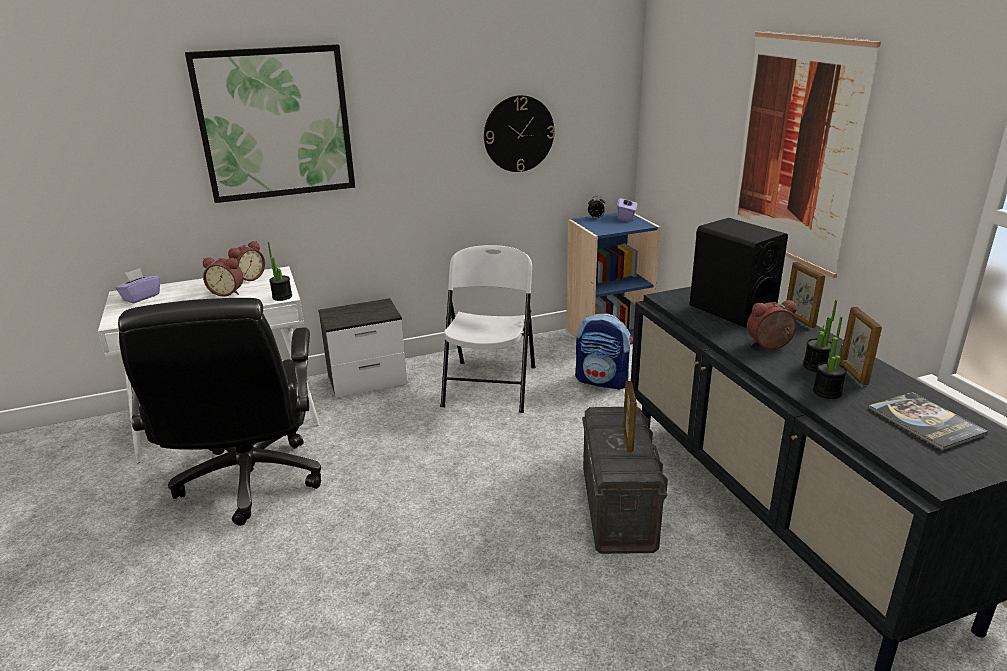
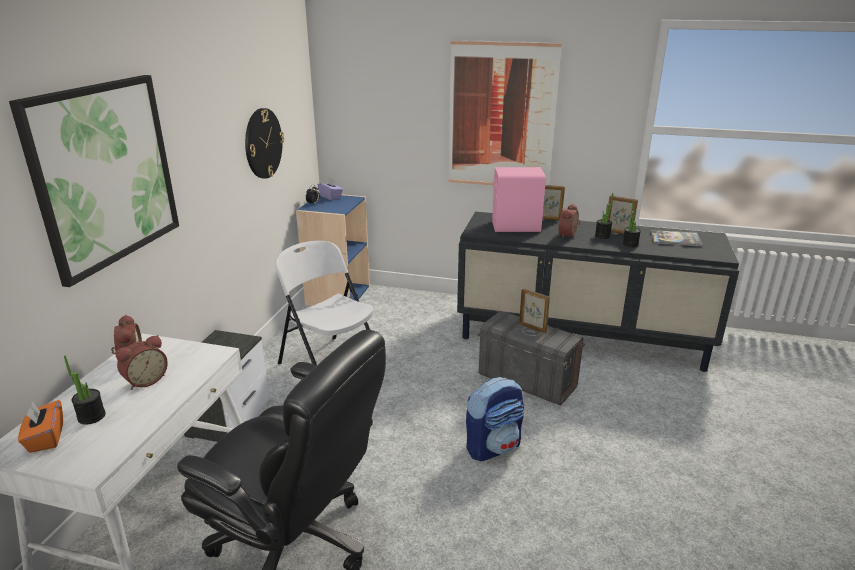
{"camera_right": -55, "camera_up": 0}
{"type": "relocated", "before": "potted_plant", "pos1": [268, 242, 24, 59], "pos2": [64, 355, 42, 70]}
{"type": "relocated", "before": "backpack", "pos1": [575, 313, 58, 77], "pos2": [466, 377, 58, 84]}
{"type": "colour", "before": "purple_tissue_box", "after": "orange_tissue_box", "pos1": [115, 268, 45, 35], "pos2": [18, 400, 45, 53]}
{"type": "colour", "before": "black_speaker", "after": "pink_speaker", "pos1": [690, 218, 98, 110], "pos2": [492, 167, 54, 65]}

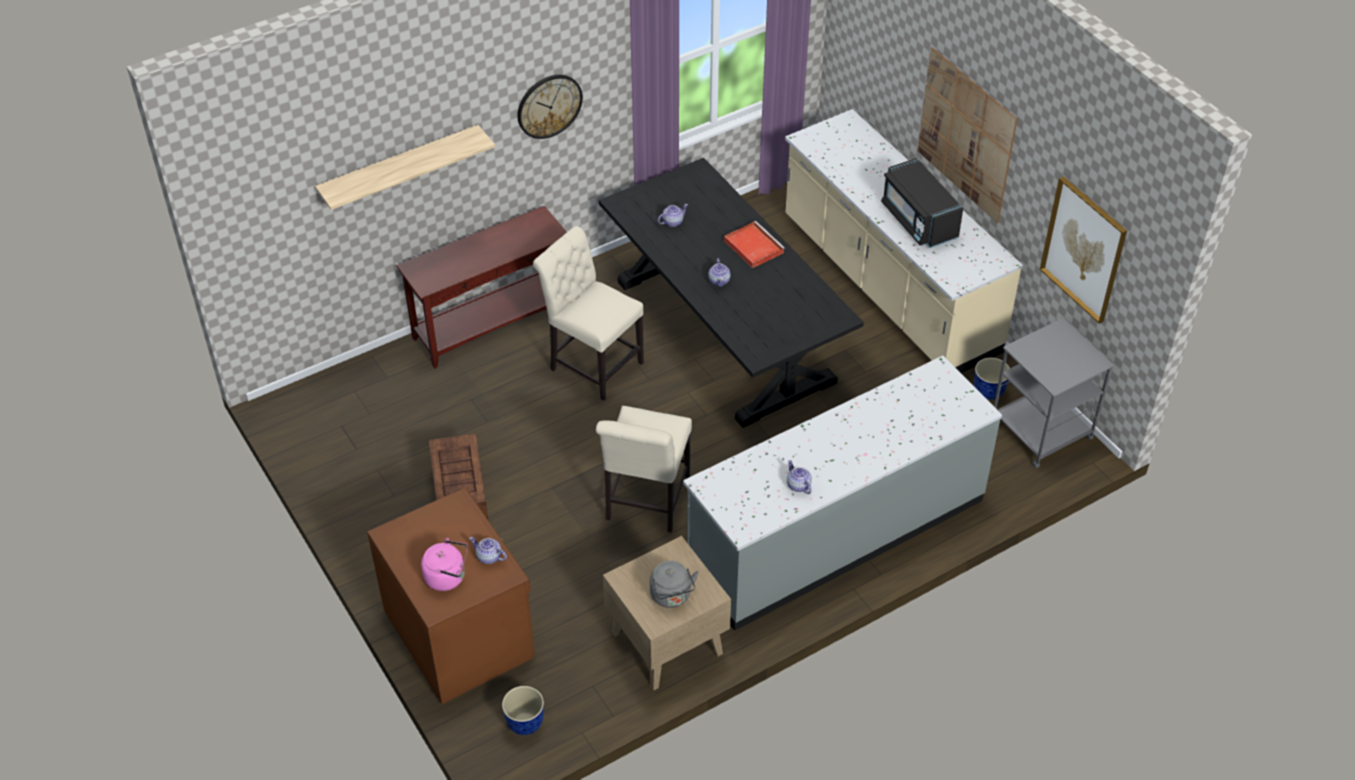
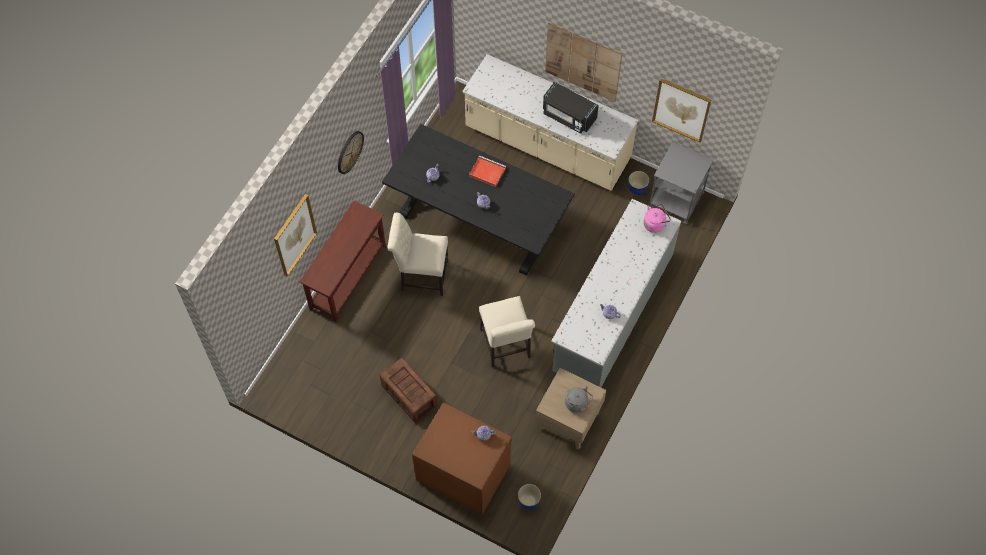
{"camera_right": -30, "camera_up": 15}
{"type": "relocated", "before": "pink_kettle", "pos1": [421, 538, 47, 53], "pos2": [643, 204, 28, 29]}
{"type": "exchanged", "before": "shelf", "after": "picture", "pos1": [315, 125, 180, 85], "pos2": [274, 194, 43, 83]}

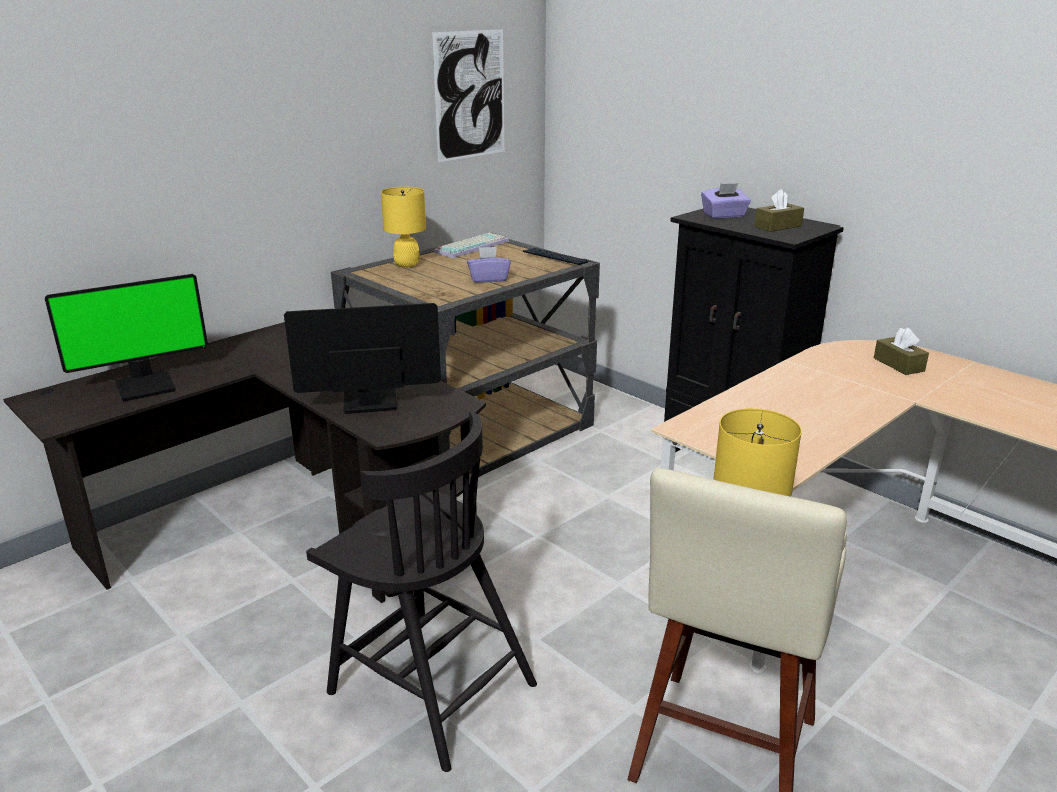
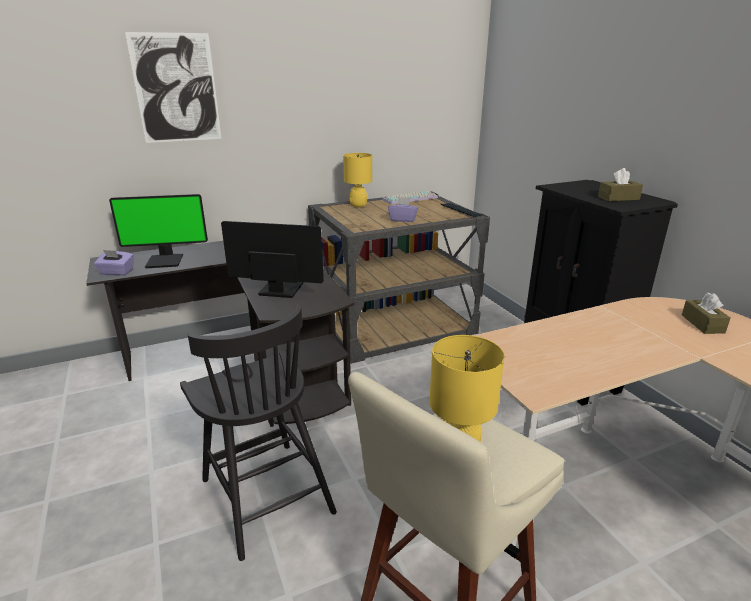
{"camera_right": 20, "camera_up": 0}
{"type": "relocated", "before": "picture", "pos1": [432, 29, 72, 133], "pos2": [125, 32, 96, 111]}
{"type": "relocated", "before": "purple_tissue_box", "pos1": [701, 183, 50, 36], "pos2": [94, 250, 40, 26]}

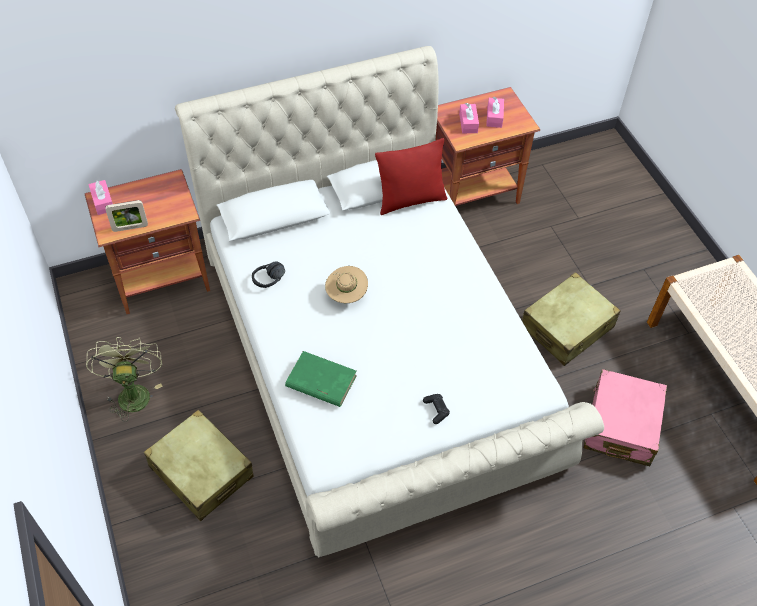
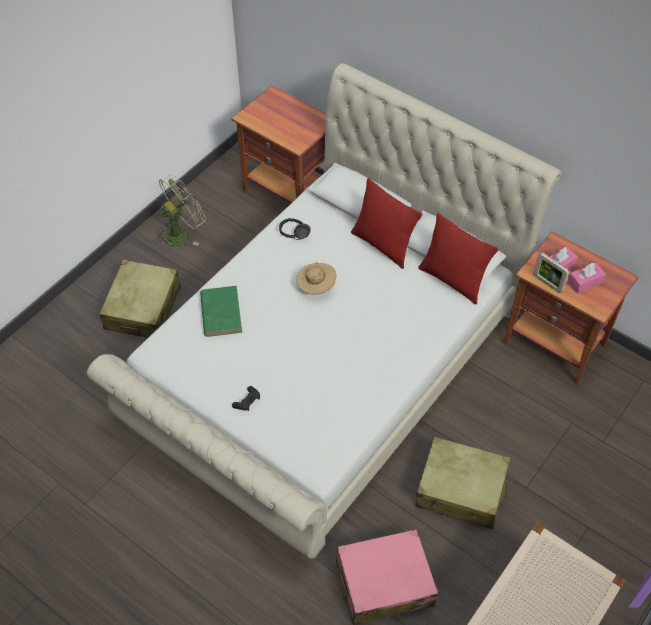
{"camera_right": 60, "camera_up": 0}
{"type": "missing", "before": "pink_tissue_box", "pos1": [88, 180, 25, 35]}
{"type": "appeared", "after": "red_pillow", "pos2": [351, 178, 71, 91]}
{"type": "relocated", "before": "picture_frame", "pos1": [105, 200, 43, 32], "pos2": [533, 253, 36, 40]}

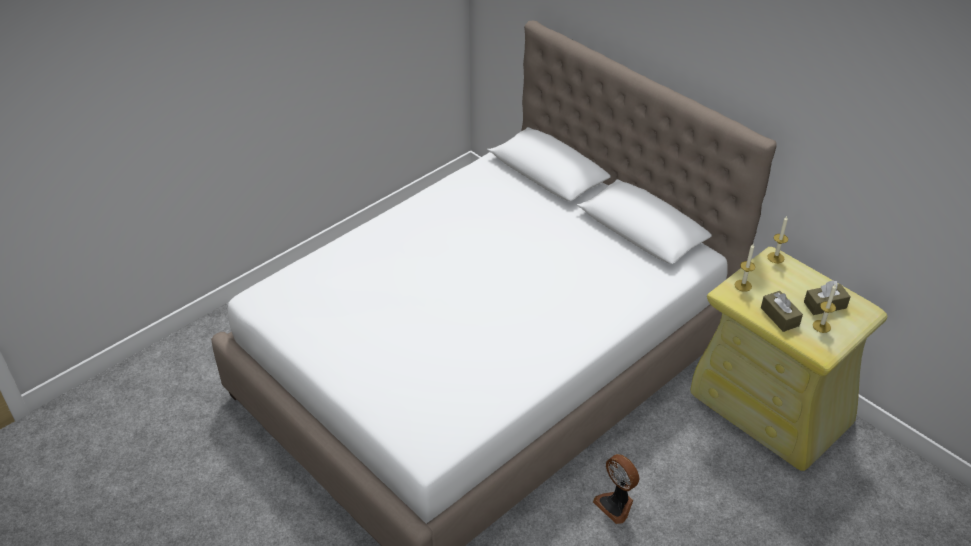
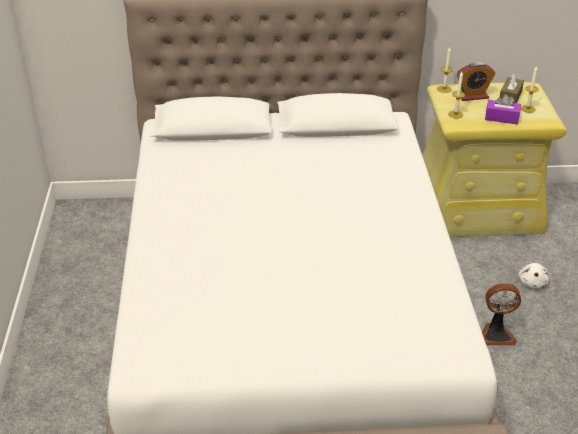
{"camera_right": -50, "camera_up": -5}
{"type": "appeared", "after": "alarm_clock", "pos2": [457, 62, 38, 39]}
{"type": "appeared", "after": "white_plush_toy", "pos2": [518, 263, 32, 25]}
{"type": "colour", "before": "brown_tissue_box", "after": "purple_tissue_box", "pos1": [761, 291, 42, 41], "pos2": [485, 94, 36, 30]}

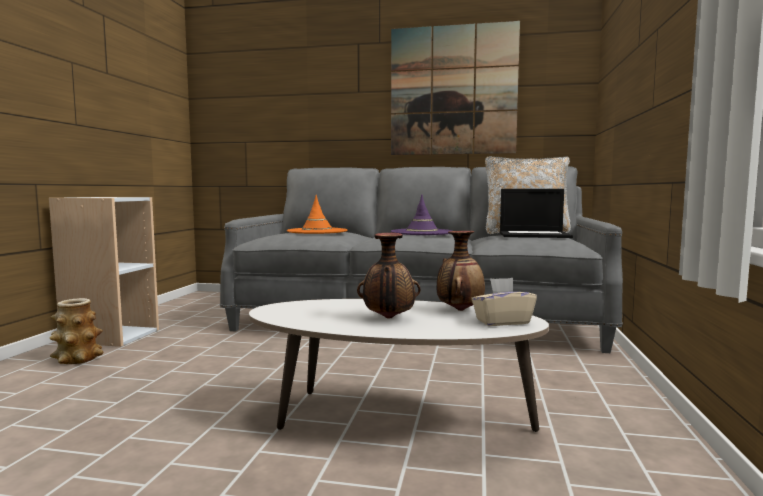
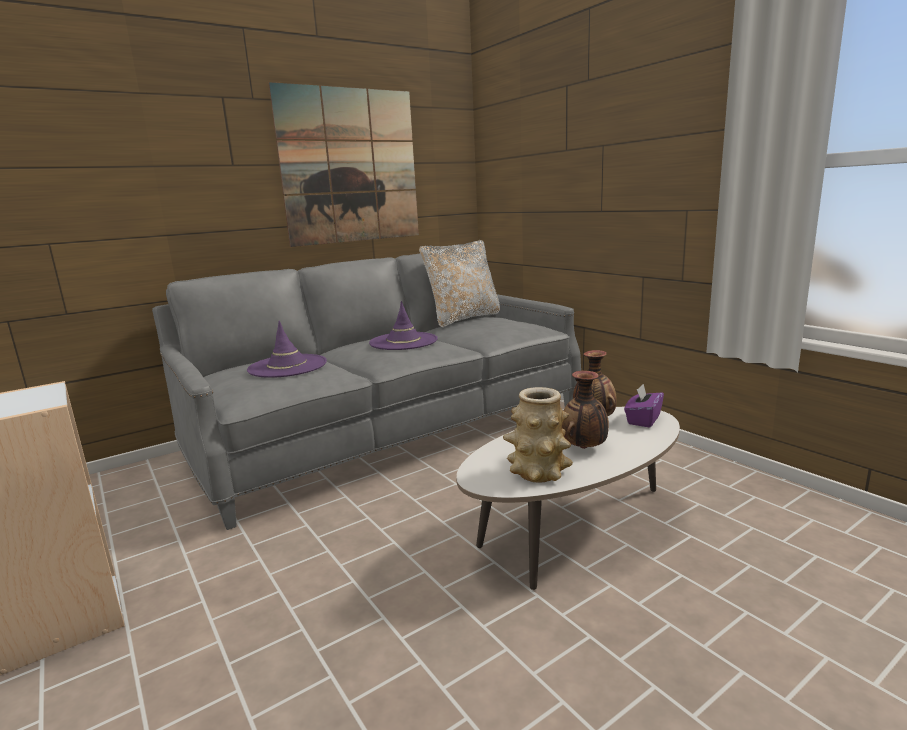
{"camera_right": -45, "camera_up": 10}
{"type": "missing", "before": "laptop", "pos1": [500, 189, 73, 49]}
{"type": "relocated", "before": "vase", "pos1": [49, 298, 54, 66], "pos2": [503, 387, 70, 95]}
{"type": "colour", "before": "orange_hat", "after": "purple_hat", "pos1": [287, 195, 61, 39], "pos2": [247, 321, 80, 57]}
{"type": "colour", "before": "beige_tissue_box", "after": "purple_tissue_box", "pos1": [471, 278, 66, 48], "pos2": [624, 384, 40, 44]}

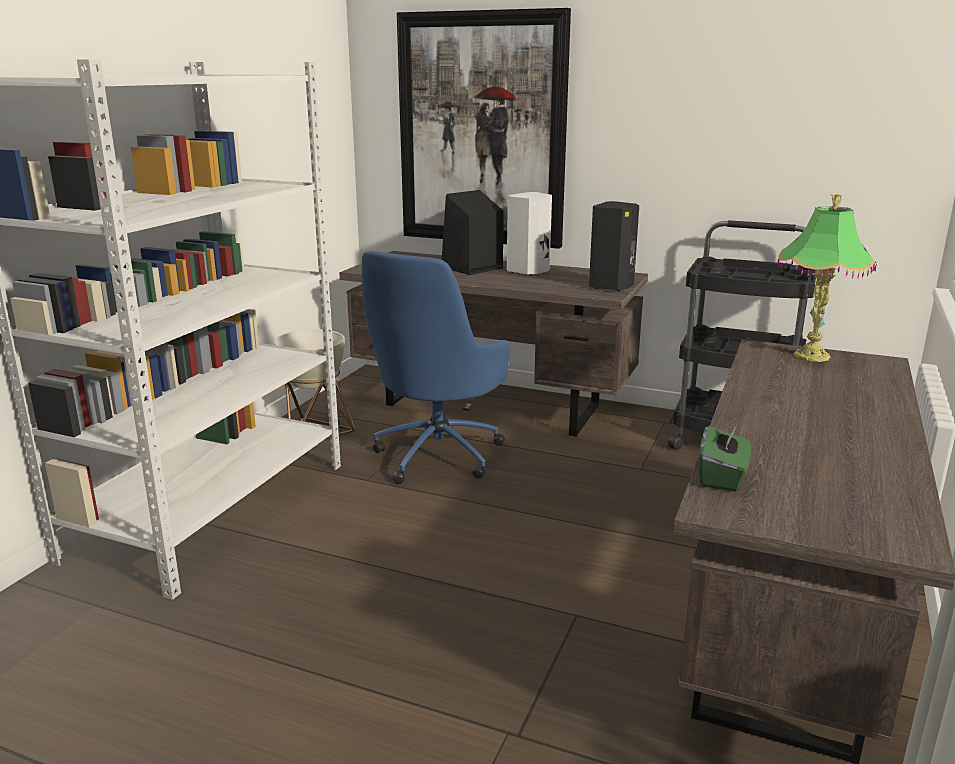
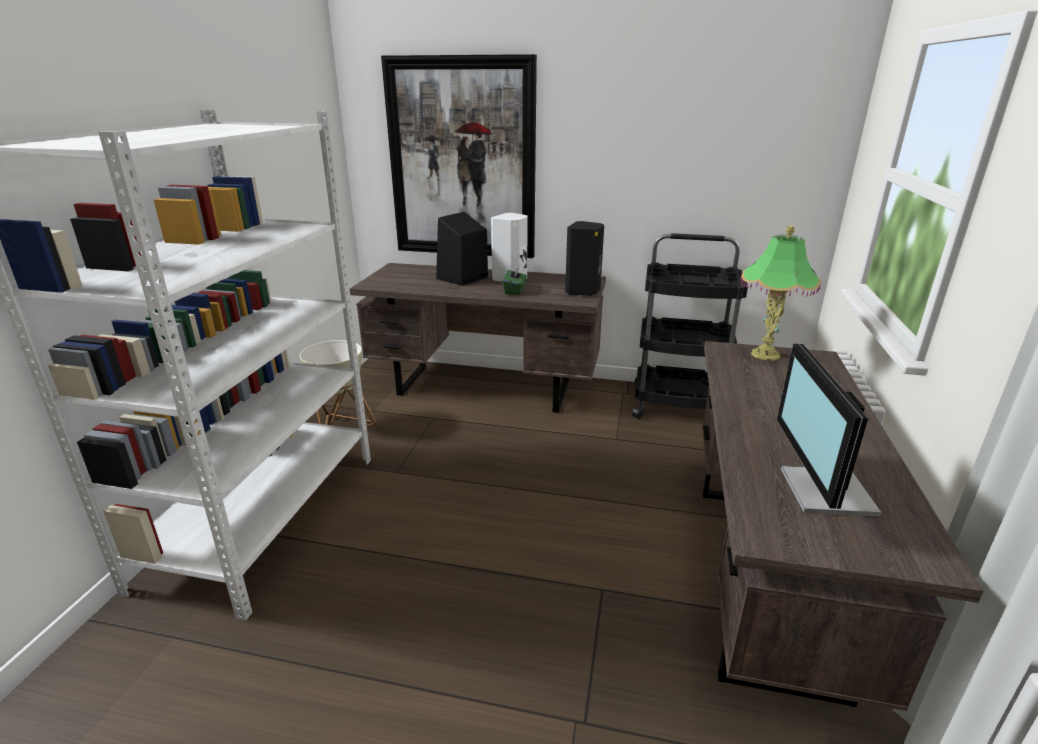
{"camera_right": -10, "camera_up": 5}
{"type": "missing", "before": "blue_office_chair", "pos1": [362, 251, 148, 233]}
{"type": "appeared", "after": "monitor", "pos2": [777, 344, 105, 173]}
{"type": "relocated", "before": "green_tissue_box", "pos1": [699, 421, 52, 71], "pos2": [503, 266, 24, 29]}

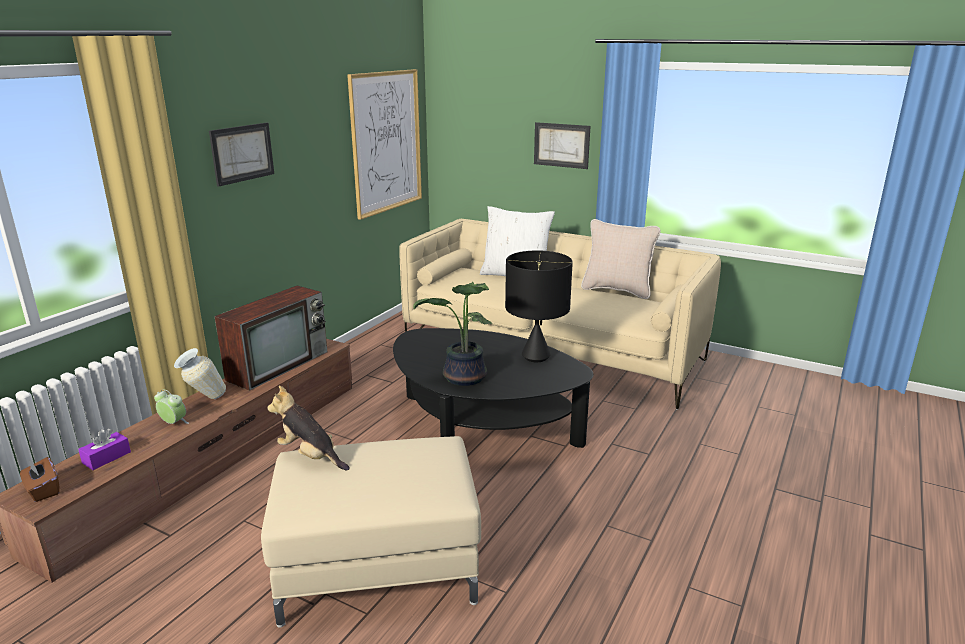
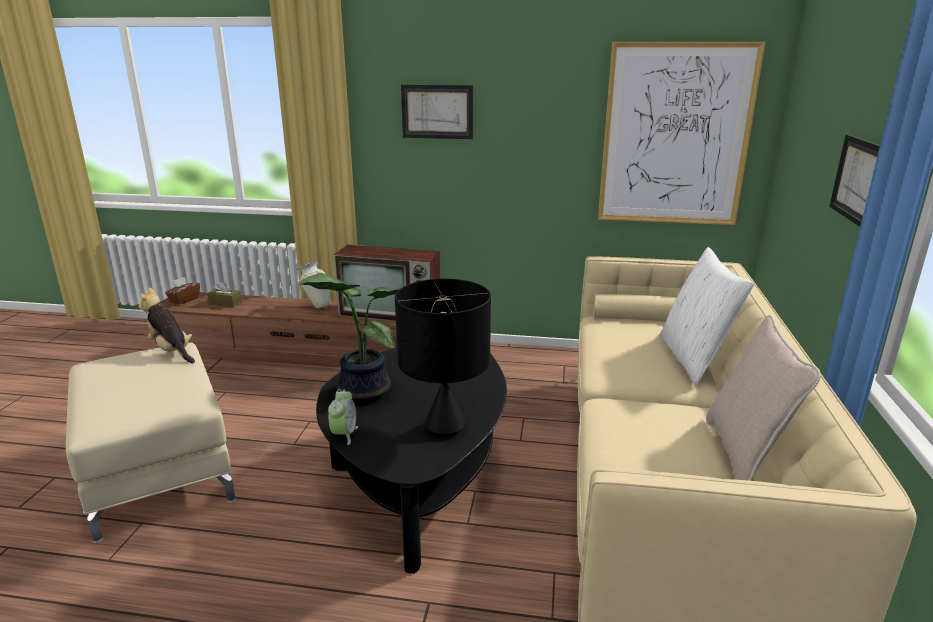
{"camera_right": 70, "camera_up": 0}
{"type": "relocated", "before": "alarm_clock", "pos1": [154, 389, 35, 35], "pos2": [328, 389, 30, 56]}
{"type": "colour", "before": "purple_tissue_box", "after": "brown_tissue_box", "pos1": [78, 428, 53, 42], "pos2": [207, 281, 35, 26]}
{"type": "spun", "before": "plush_toy", "pos1": [267, 385, 83, 86], "pos2": [139, 288, 56, 76], "turn": -60}

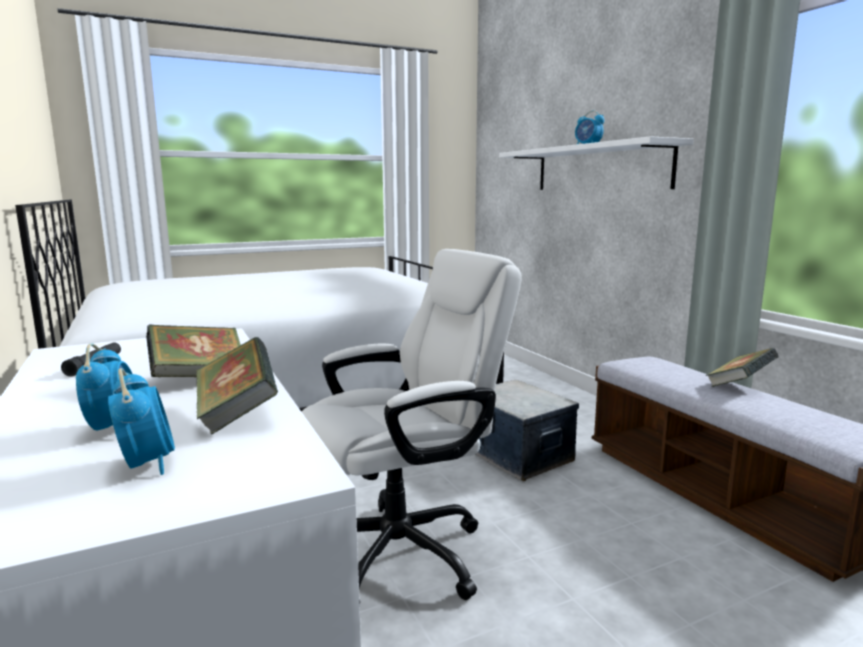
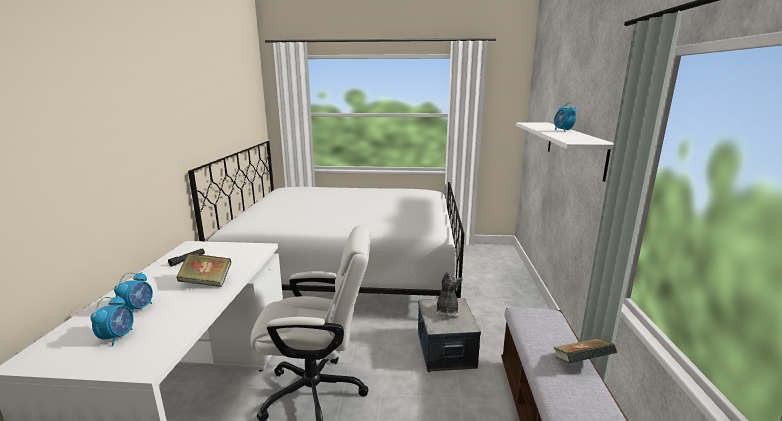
{"camera_right": 30, "camera_up": 5}
{"type": "missing", "before": "book", "pos1": [196, 337, 82, 98]}
{"type": "appeared", "after": "plush_toy", "pos2": [434, 271, 29, 47]}

